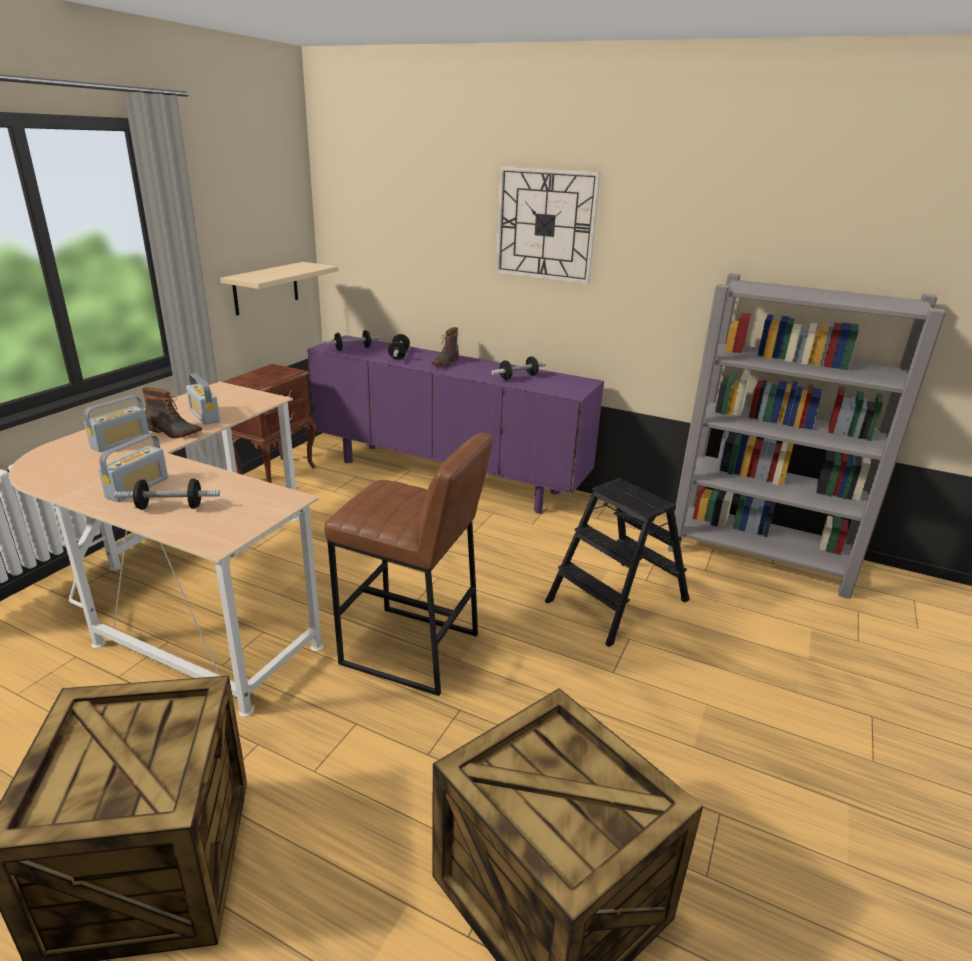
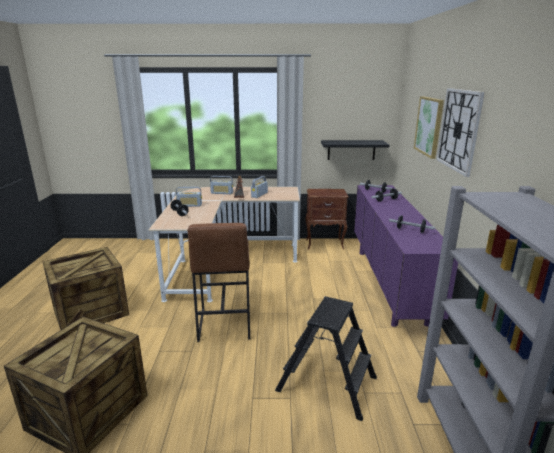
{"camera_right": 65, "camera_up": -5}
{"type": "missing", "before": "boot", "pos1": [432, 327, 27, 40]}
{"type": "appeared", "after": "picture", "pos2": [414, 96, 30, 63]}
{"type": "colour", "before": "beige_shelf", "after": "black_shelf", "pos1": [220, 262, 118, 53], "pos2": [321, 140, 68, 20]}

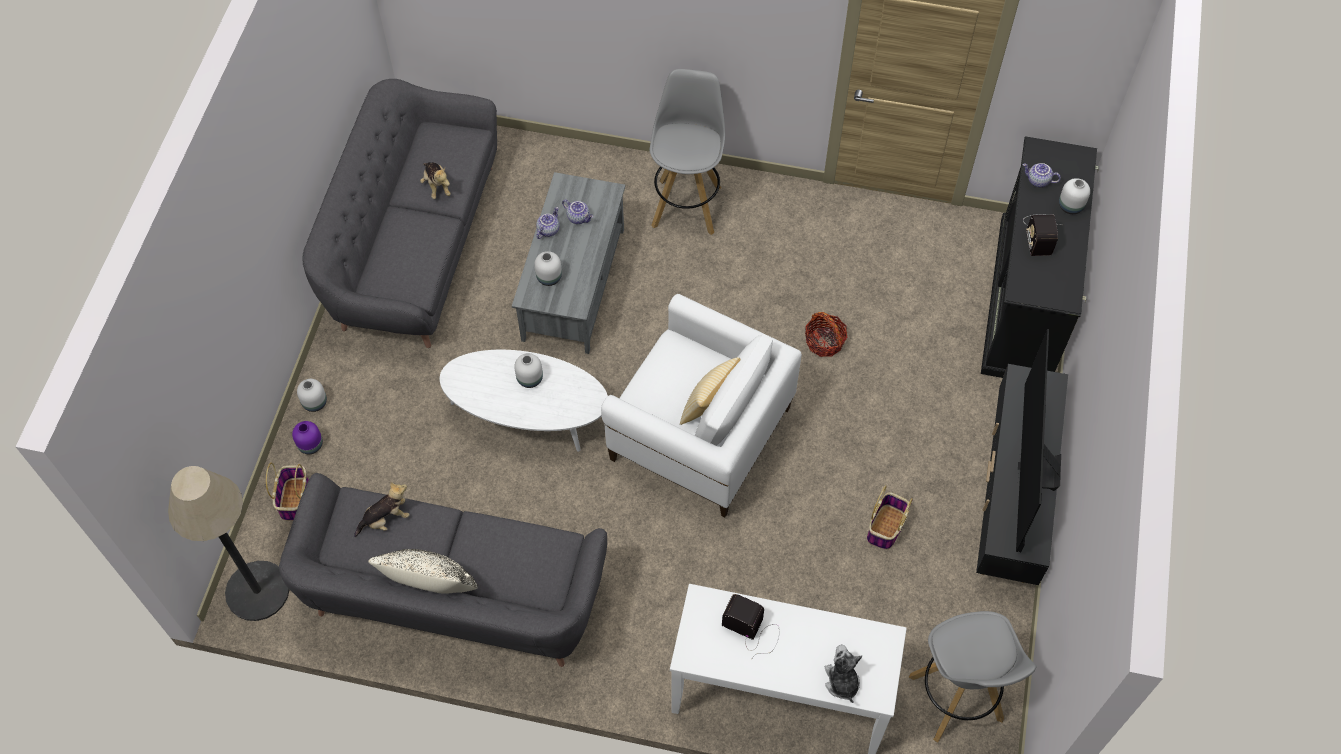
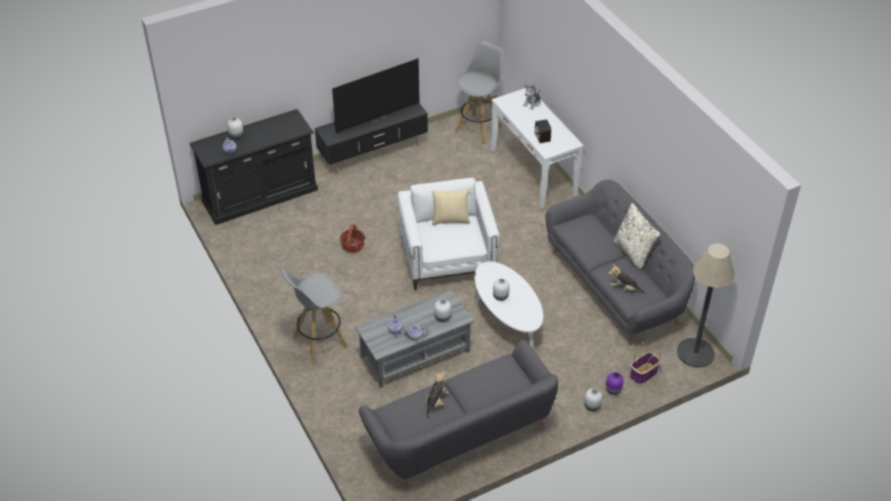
{"camera_right": -130, "camera_up": -15}
{"type": "missing", "before": "basket", "pos1": [867, 485, 46, 64]}
{"type": "missing", "before": "radio", "pos1": [1023, 214, 37, 42]}

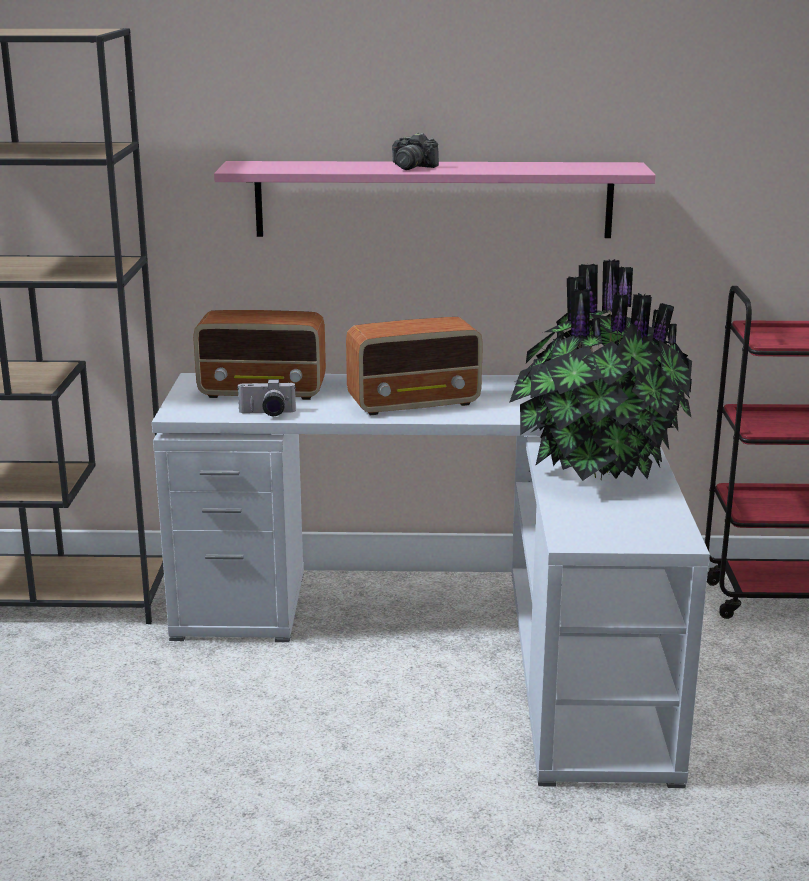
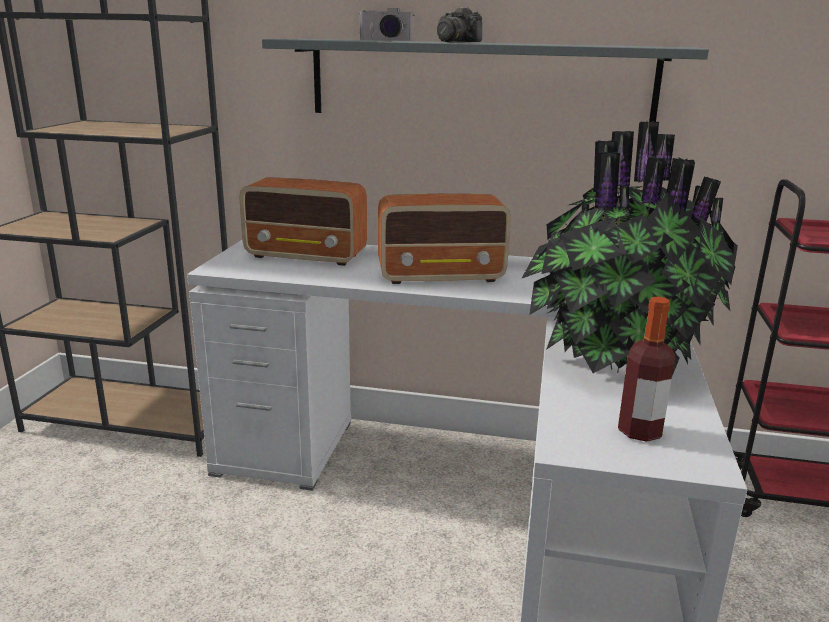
{"camera_right": 10, "camera_up": 0}
{"type": "appeared", "after": "bottle", "pos2": [618, 297, 57, 145]}
{"type": "relocated", "before": "photo_camera", "pos1": [237, 379, 59, 37], "pos2": [359, 8, 56, 33]}
{"type": "colour", "before": "pink_shelf", "after": "grey_shelf", "pos1": [214, 161, 442, 77], "pos2": [262, 39, 447, 83]}

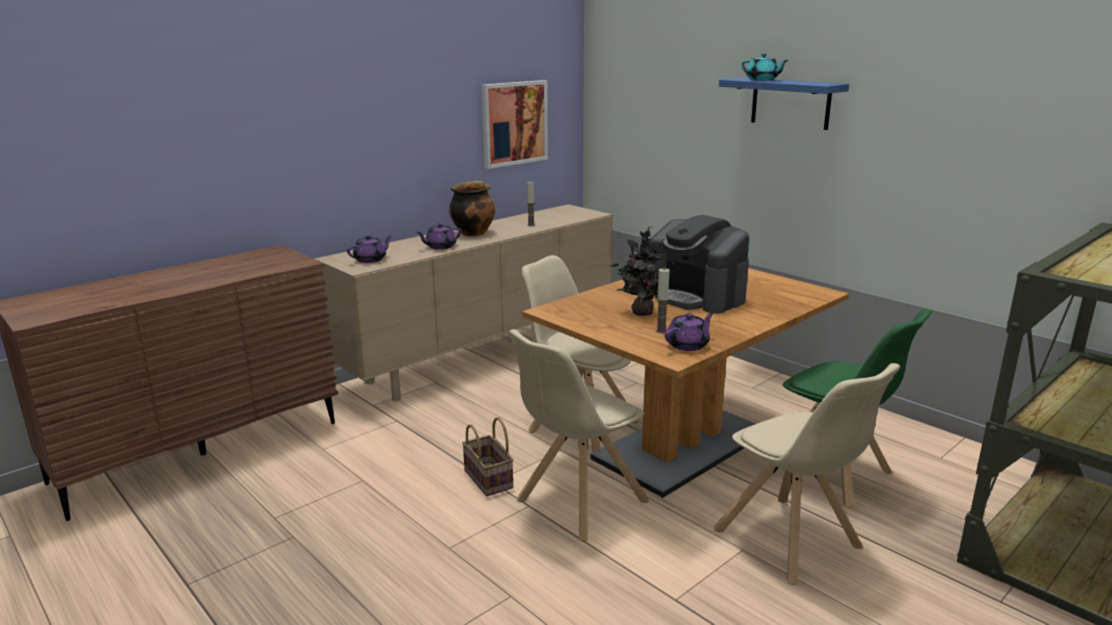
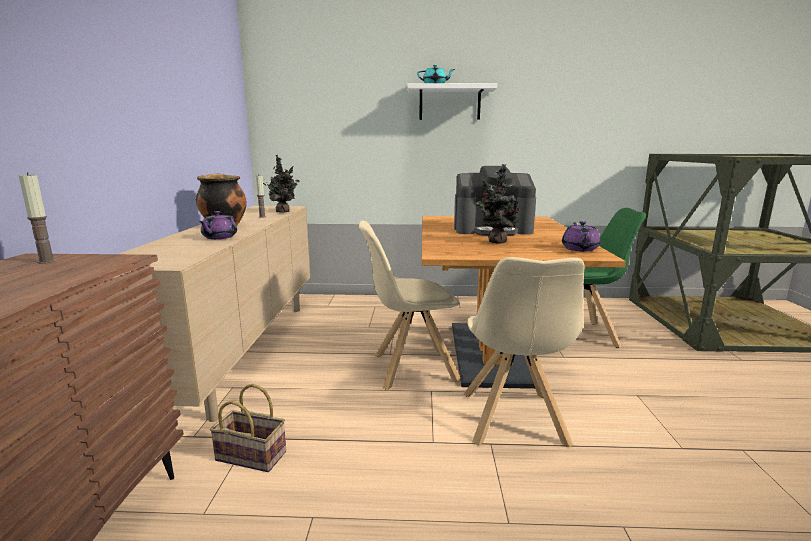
{"camera_right": -45, "camera_up": -5}
{"type": "missing", "before": "purple_teapot", "pos1": [347, 235, 45, 28]}
{"type": "missing", "before": "picture", "pos1": [482, 80, 66, 89]}
{"type": "missing", "before": "beige_chair", "pos1": [714, 363, 186, 222]}
{"type": "appeared", "after": "potted_plant", "pos2": [263, 155, 37, 58]}
{"type": "relocated", "before": "basket", "pos1": [462, 417, 52, 79], "pos2": [210, 384, 76, 88]}
{"type": "relocated", "before": "candle", "pos1": [656, 268, 13, 65], "pos2": [19, 172, 37, 92]}
{"type": "colour", "before": "blue_shelf", "after": "white_shelf", "pos1": [719, 78, 130, 52], "pos2": [407, 83, 90, 37]}

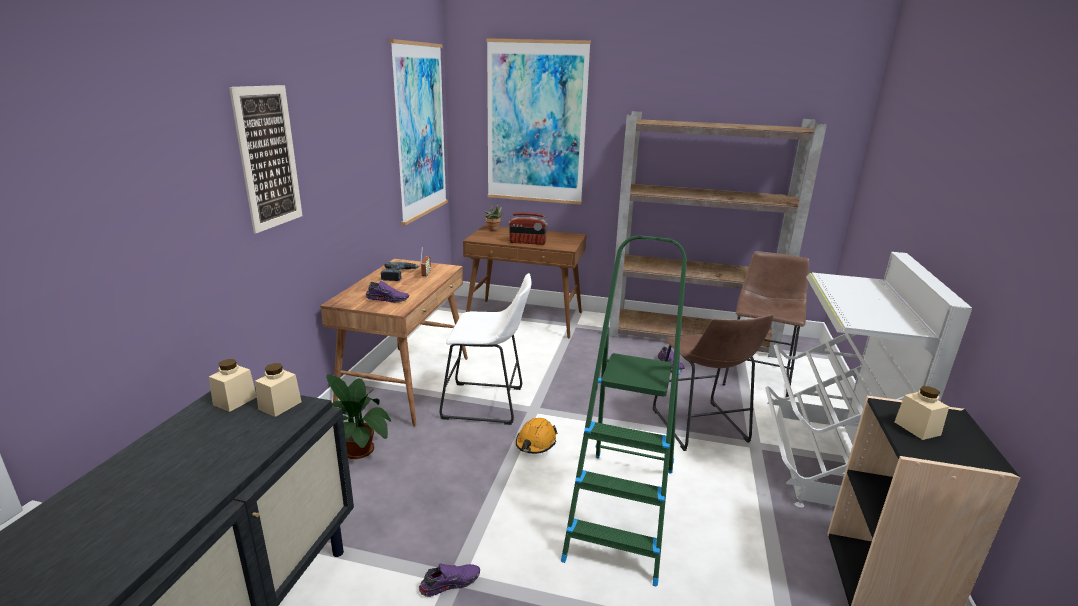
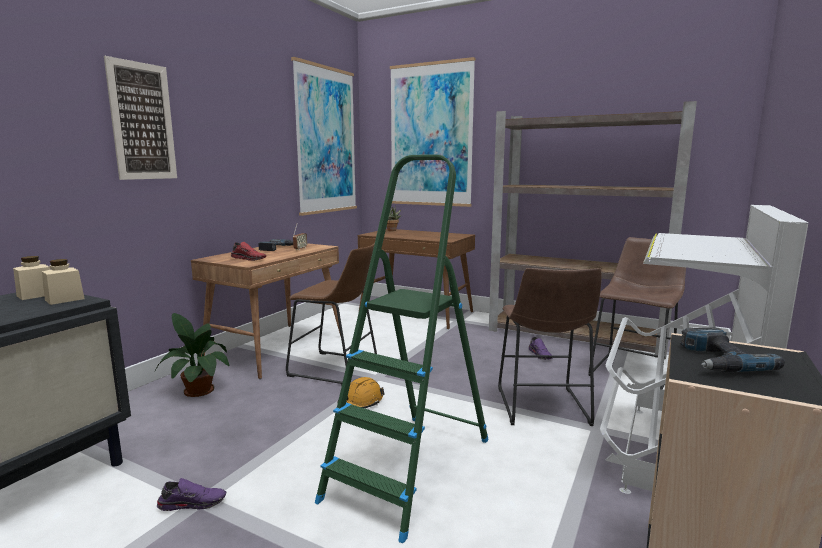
{"camera_right": 15, "camera_up": -10}
{"type": "missing", "before": "radio", "pos1": [508, 213, 40, 32]}
{"type": "exchanged", "before": "beige_jar", "after": "power_drill", "pos1": [894, 386, 55, 54], "pos2": [680, 328, 105, 44]}
{"type": "colour", "before": "purple_shoe", "after": "red_shoe", "pos1": [365, 281, 45, 22], "pos2": [231, 242, 35, 19]}
{"type": "colour", "before": "white_stool", "after": "brown_stool", "pos1": [440, 273, 91, 152], "pos2": [286, 243, 91, 143]}

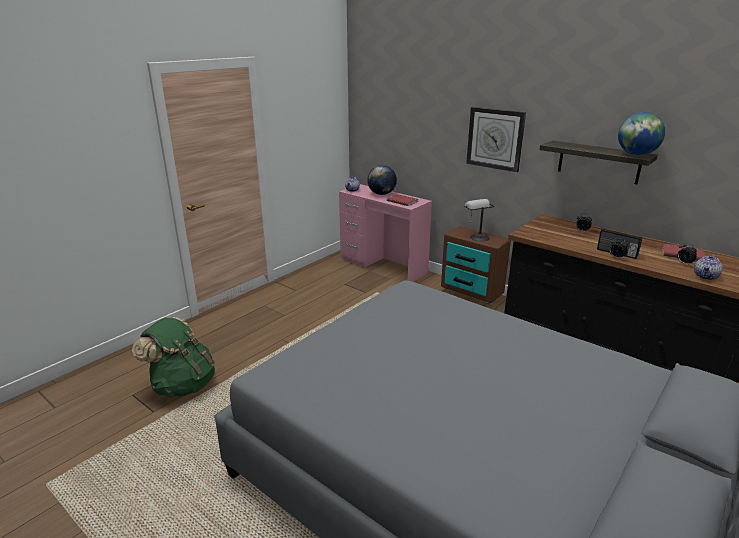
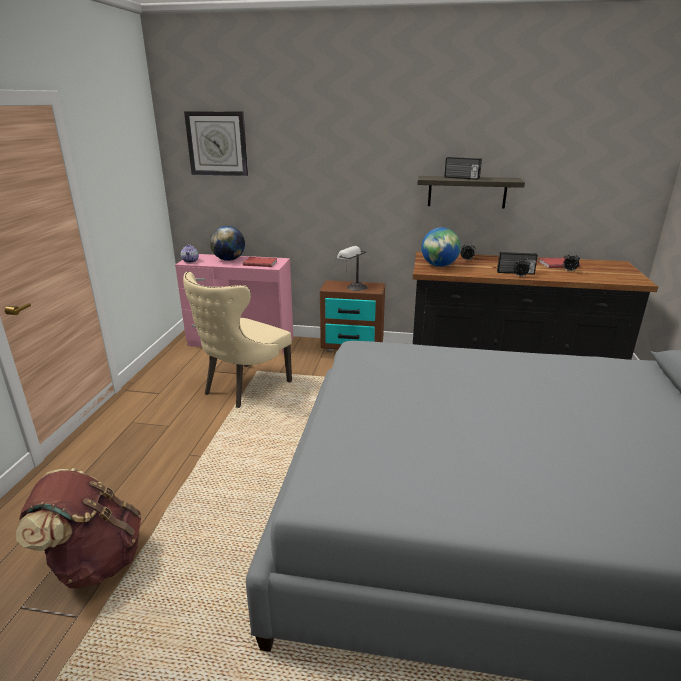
{"camera_right": -30, "camera_up": 0}
{"type": "missing", "before": "teapot", "pos1": [694, 255, 29, 25]}
{"type": "appeared", "after": "beige_chair", "pos2": [183, 271, 109, 137]}
{"type": "appeared", "after": "radio", "pos2": [444, 157, 38, 23]}
{"type": "relocated", "before": "wall_clock", "pos1": [466, 107, 60, 65], "pos2": [184, 111, 64, 65]}
{"type": "relocated", "before": "globe", "pos1": [618, 112, 47, 44], "pos2": [421, 227, 40, 40]}
{"type": "colour", "before": "green_backpack", "after": "brown_backpack", "pos1": [132, 317, 83, 80], "pos2": [16, 468, 125, 120]}

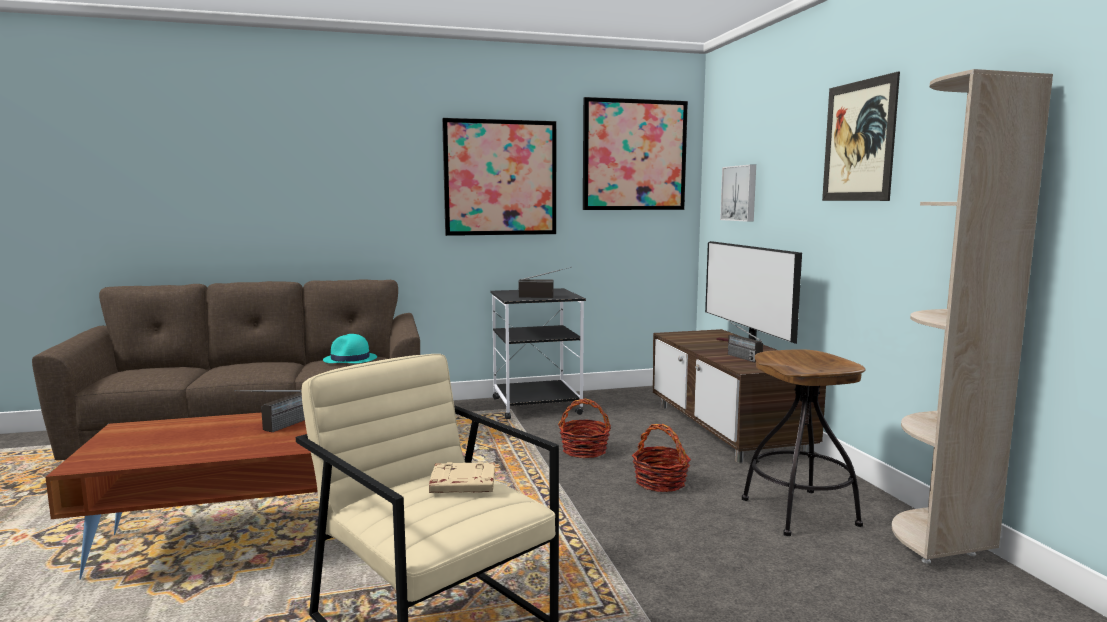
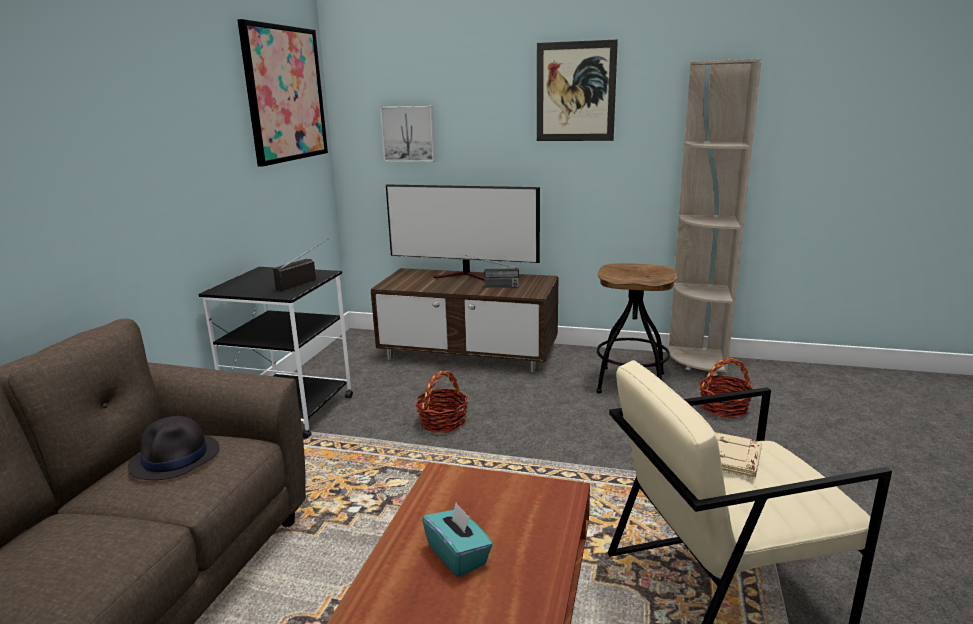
{"camera_right": -60, "camera_up": 10}
{"type": "missing", "before": "picture", "pos1": [442, 118, 114, 118]}
{"type": "relocated", "before": "basket", "pos1": [632, 424, 59, 68], "pos2": [699, 358, 54, 60]}
{"type": "exchanged", "before": "radio", "after": "turquoise_tissue_box", "pos1": [235, 390, 70, 42], "pos2": [422, 502, 71, 75]}
{"type": "colour", "before": "turquoise_hat", "after": "black_hat", "pos1": [323, 334, 54, 29], "pos2": [128, 416, 92, 64]}

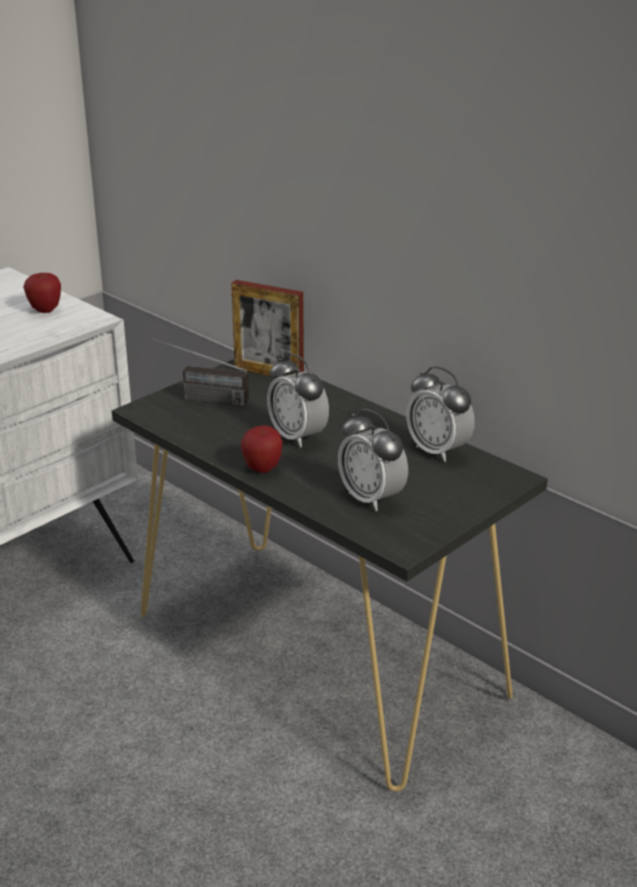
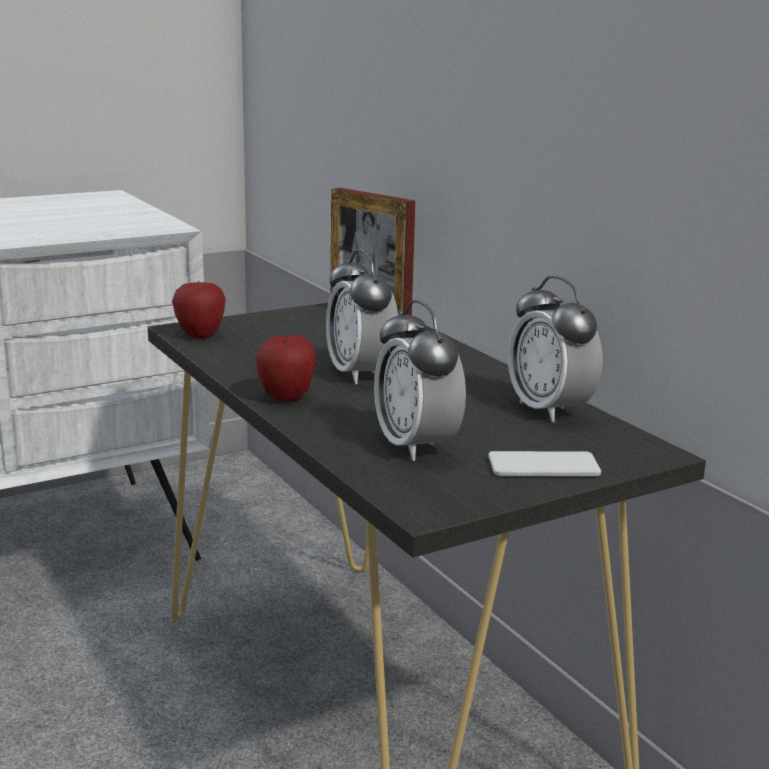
{"camera_right": 15, "camera_up": -10}
{"type": "missing", "before": "radio", "pos1": [153, 338, 96, 69]}
{"type": "appeared", "after": "phone", "pos2": [488, 451, 113, 25]}
{"type": "relocated", "before": "apple", "pos1": [23, 273, 38, 40], "pos2": [172, 280, 54, 58]}

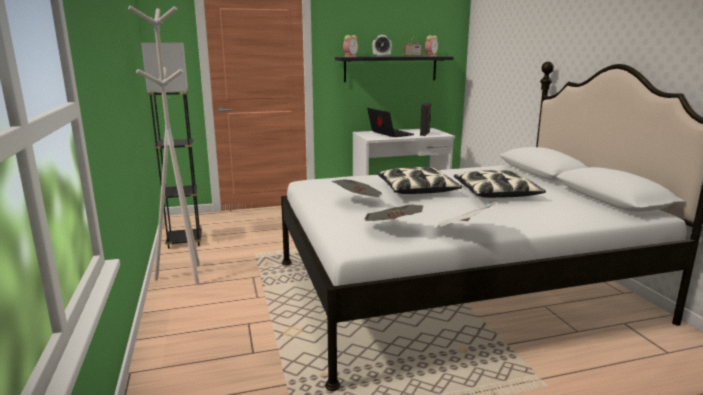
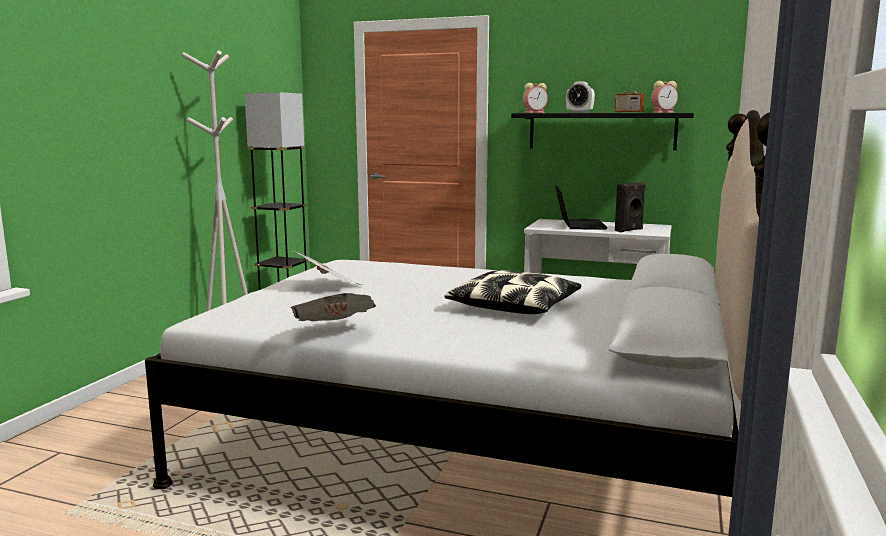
{"camera_right": 35, "camera_up": -5}
{"type": "missing", "before": "newspaper", "pos1": [364, 205, 59, 16]}
{"type": "missing", "before": "pillow", "pos1": [377, 167, 85, 27]}

